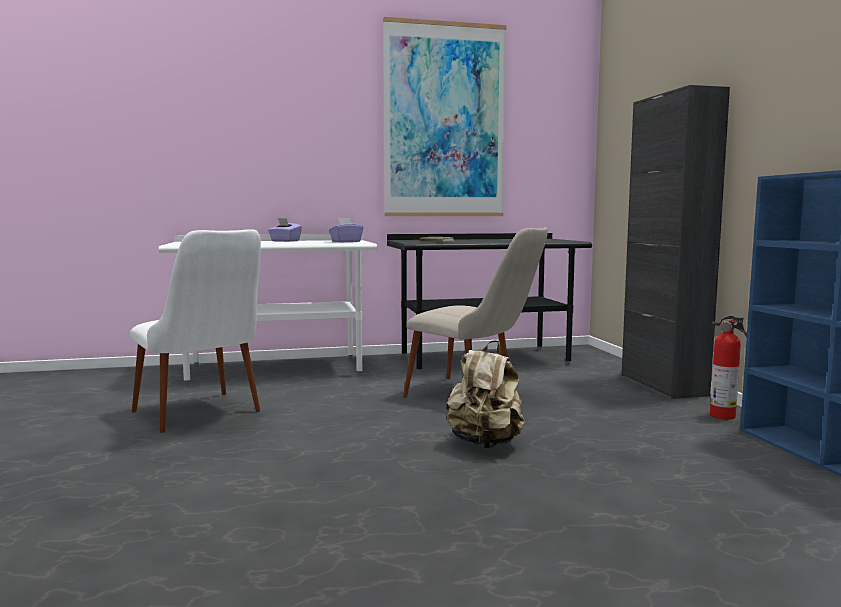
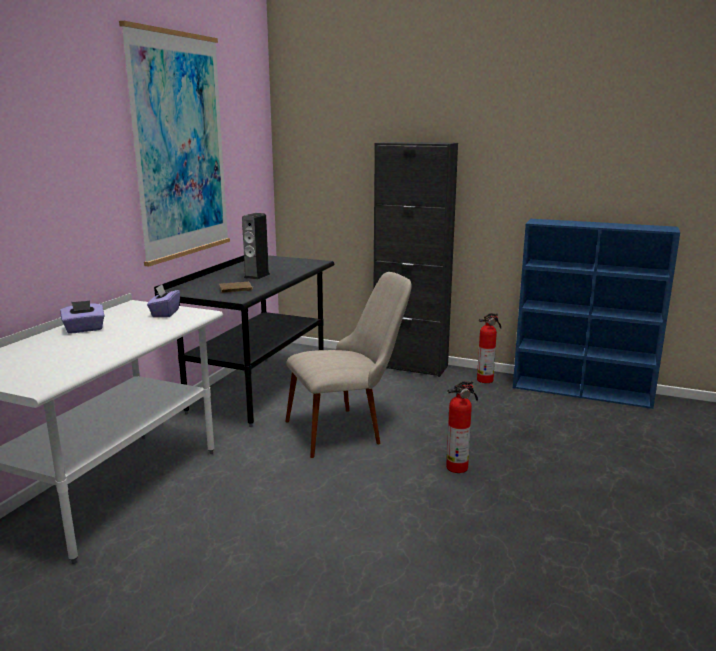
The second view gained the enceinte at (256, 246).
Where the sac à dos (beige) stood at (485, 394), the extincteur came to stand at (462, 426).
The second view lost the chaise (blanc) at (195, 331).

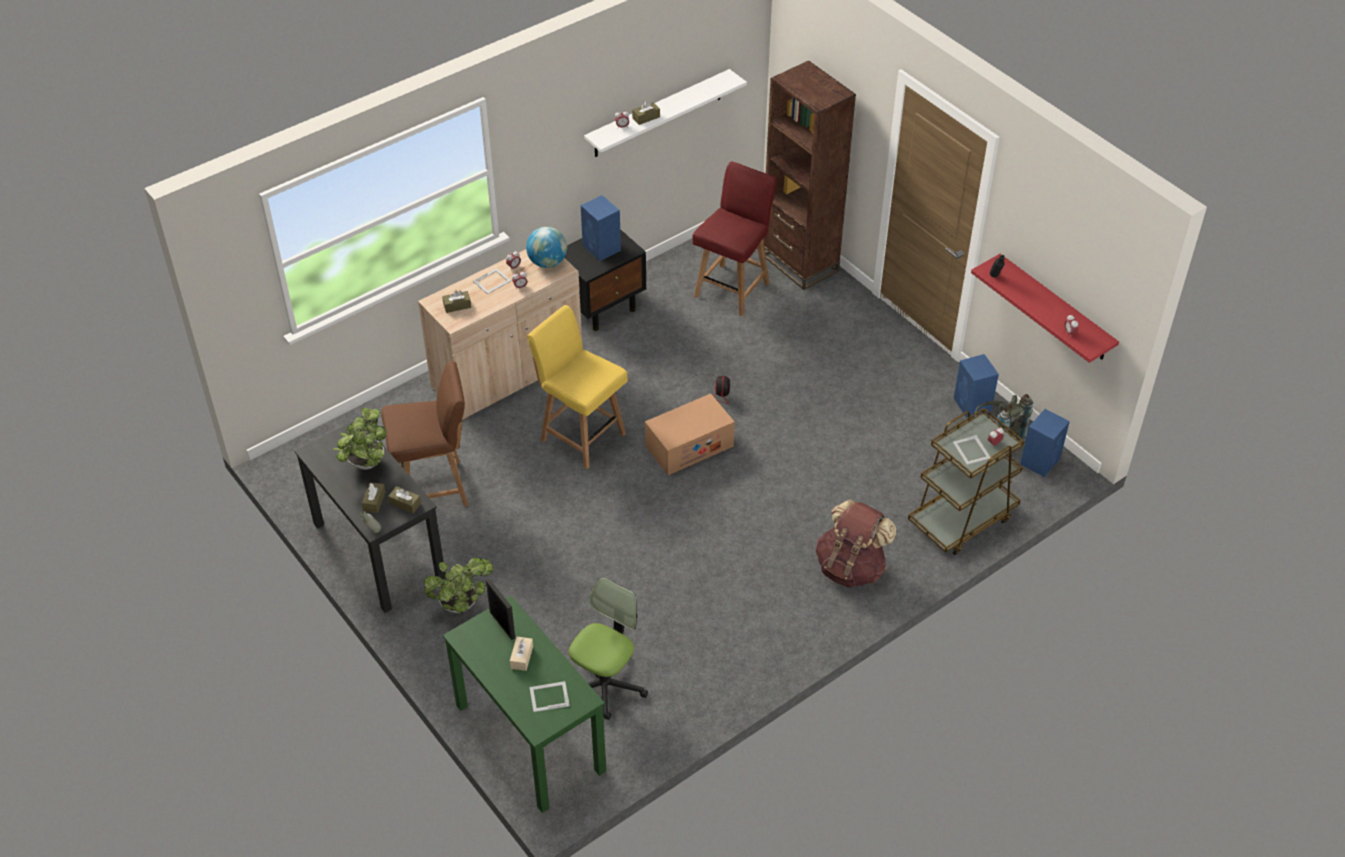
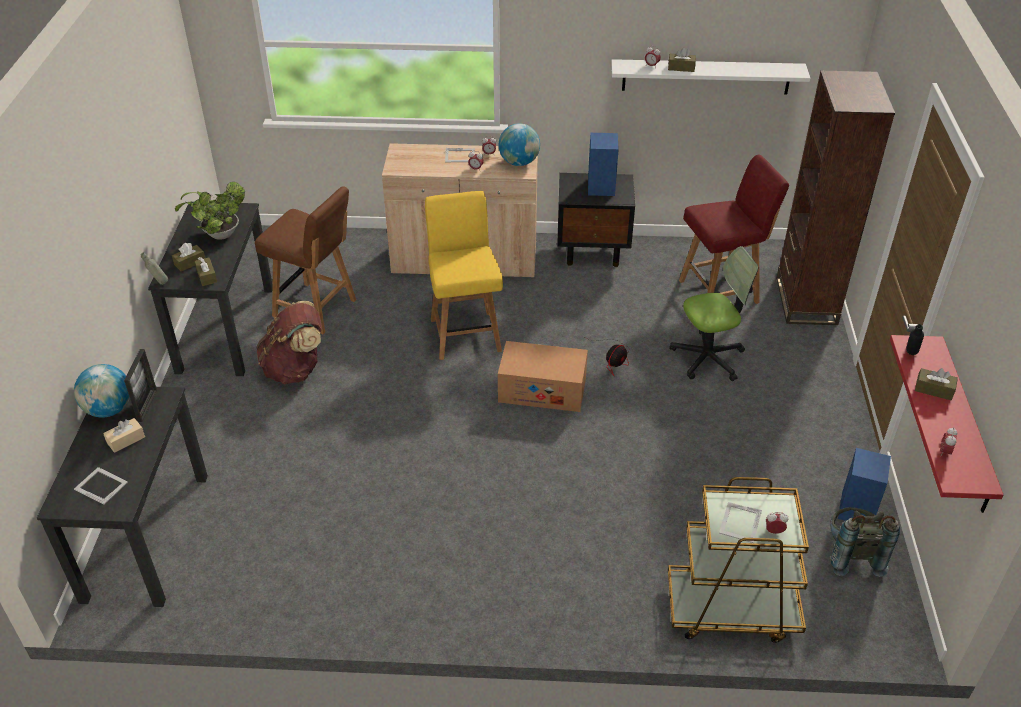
What was the bureau (vert) at (524, 704) turned into the bureau (noir) at (122, 497).
The second view gained the globe at (102, 391).
The sac à dos (marron) ended up elsewhere, having gone from (856, 543) to (289, 342).
The chaise de bureau ended up elsewhere, having gone from (608, 648) to (714, 313).
The boîte à mouchoirs (marron) ended up elsewhere, having gone from (456, 301) to (936, 384).
The second view lost the plante en pot at (458, 585).
The second view lost the enceinte (bleu) at (1045, 443).

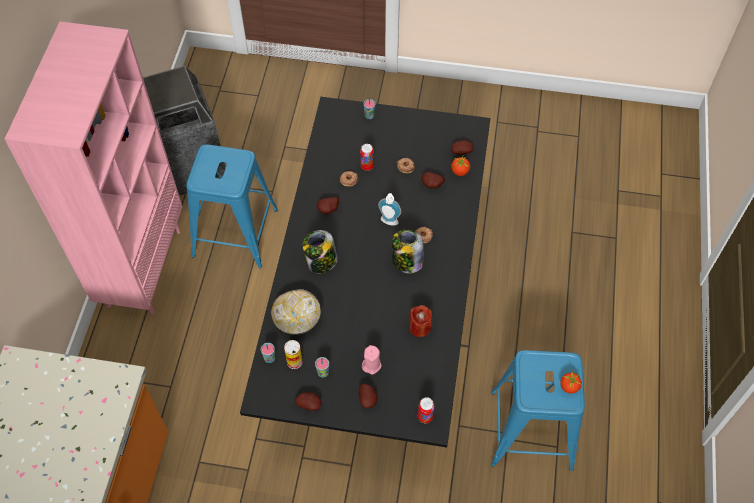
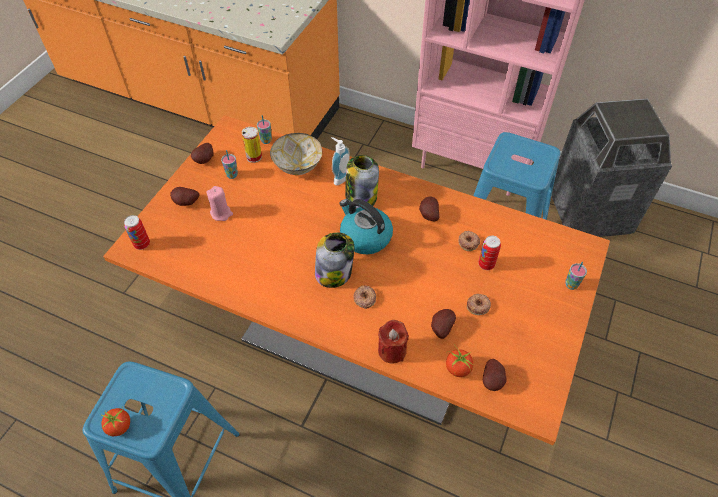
What was the table à manger (noir) at (365, 272) turned into the table à manger (orange) at (356, 280).
The distributeur de savon ended up elsewhere, having gone from (389, 209) to (340, 161).
The second view gained the bouilloire at (366, 226).
The bougie (rouge) ended up elsewhere, having gone from (420, 321) to (393, 342).

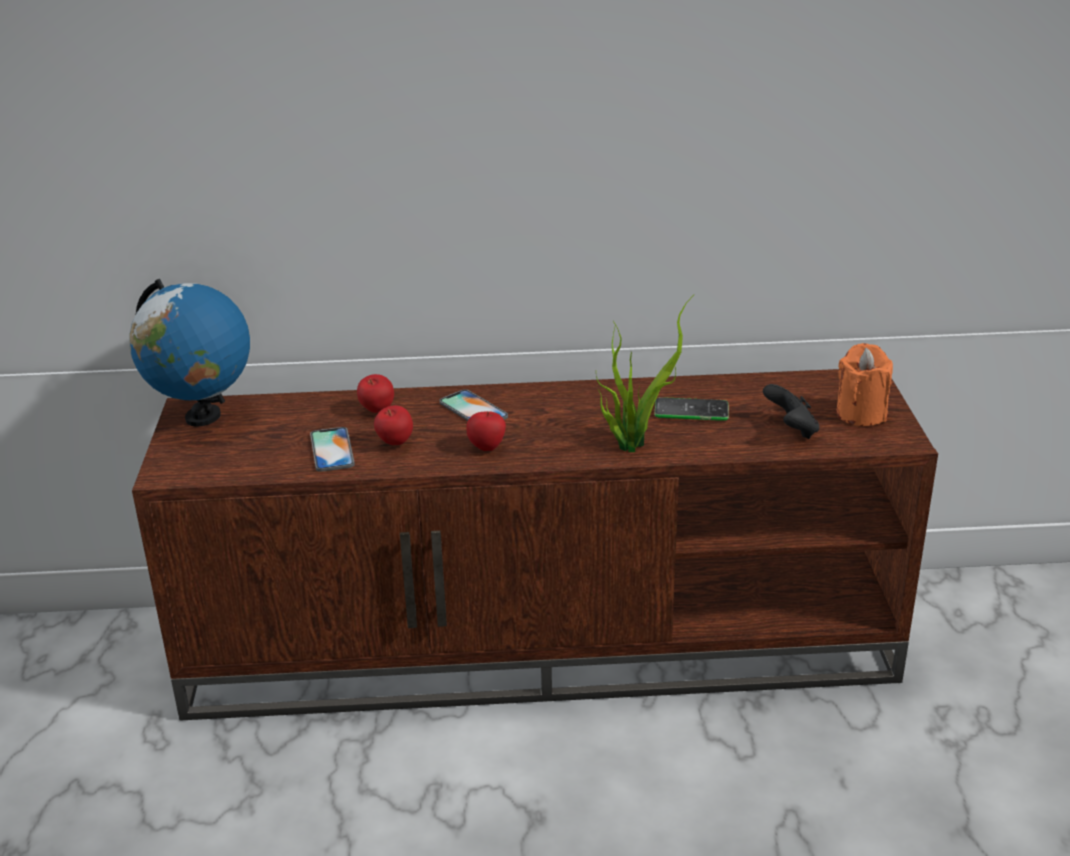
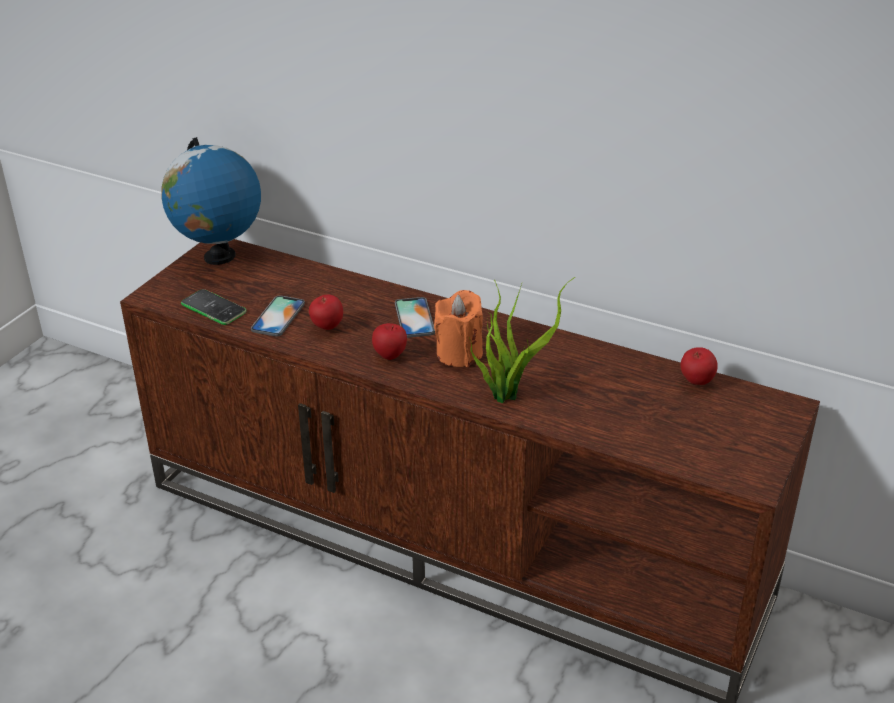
The téléphone ended up elsewhere, having gone from (691, 409) to (214, 307).
The bougie (orange) ended up elsewhere, having gone from (864, 384) to (458, 328).
The pomme ended up elsewhere, having gone from (375, 393) to (699, 366).
The second view lost the manette (noir) at (791, 411).

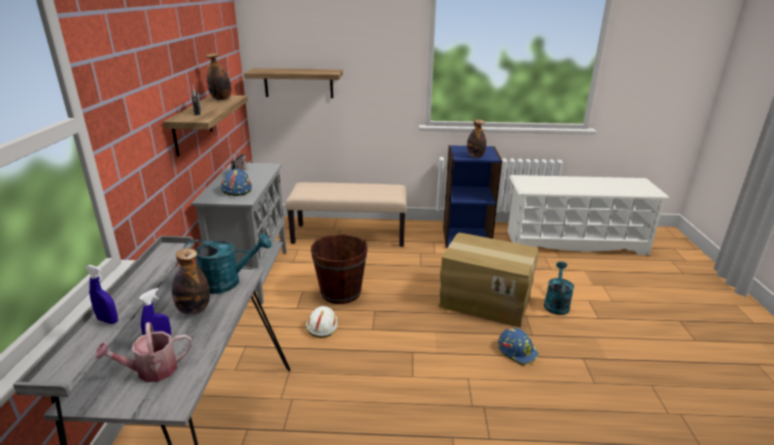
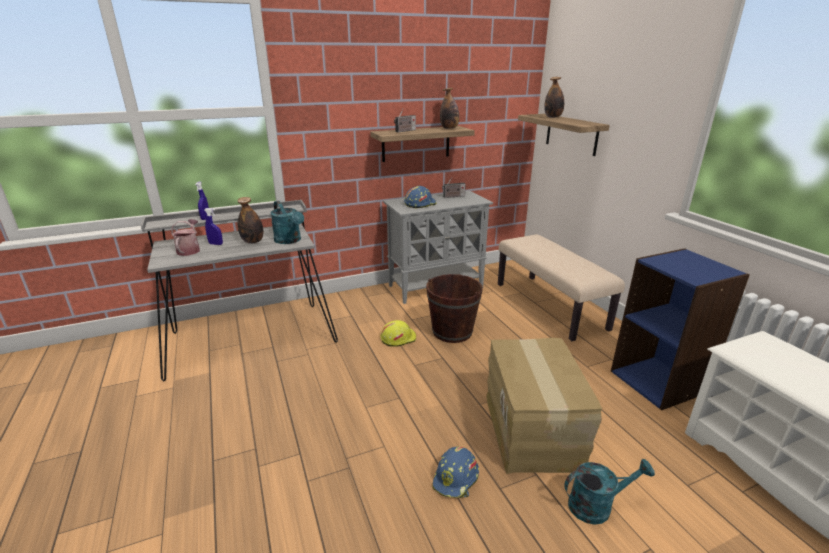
The arrosoir at (143, 352) ended up facing another way, 45 degrees clockwise from before.
What was the casque de chantier (blanc) at (322, 322) turned into the casque de chantier (jaune) at (398, 333).
The bouteille ended up elsewhere, having gone from (476, 138) to (554, 97).

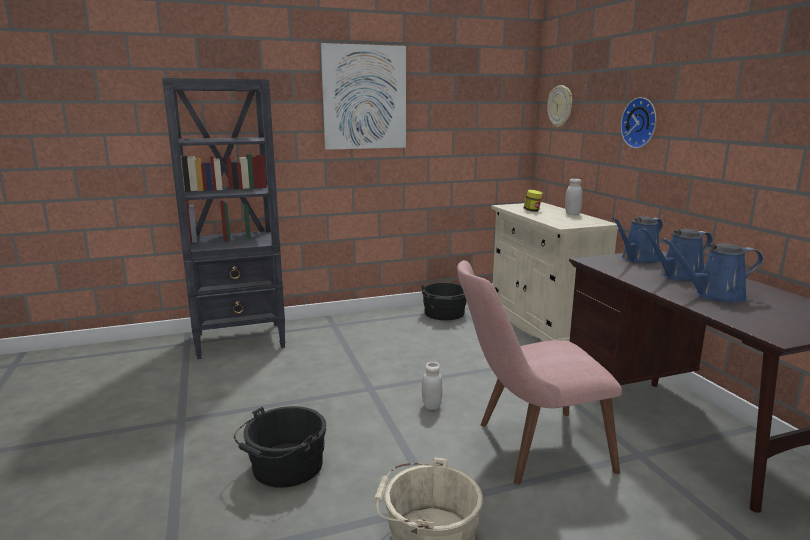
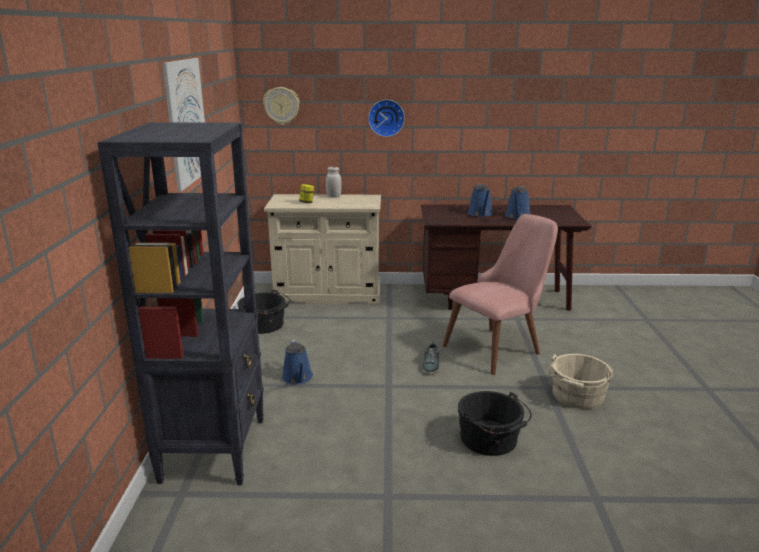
The arrosoir (bleu) ended up elsewhere, having gone from (637, 239) to (297, 361).
Where the bocal (blanc) stood at (432, 386), the chaussure came to stand at (431, 358).
The chaise (rose) at (539, 372) ended up facing another way, 135 degrees counterclockwise from before.

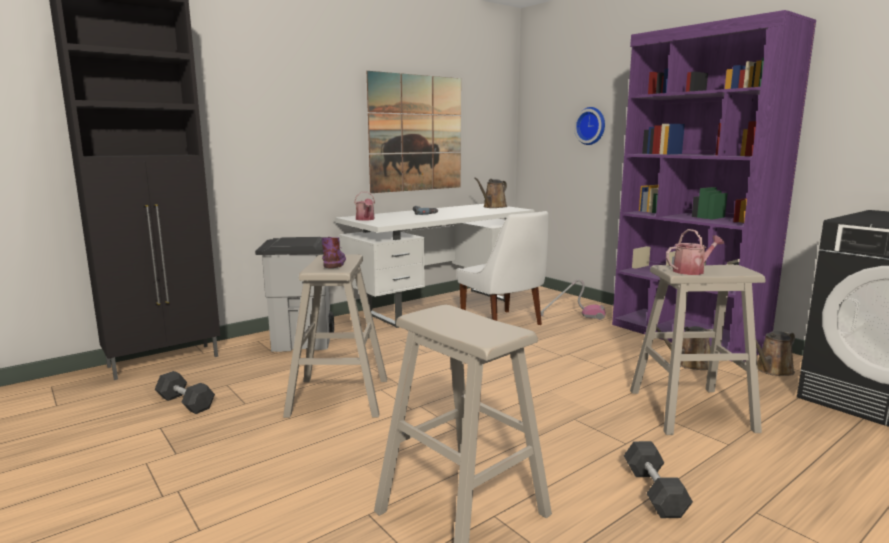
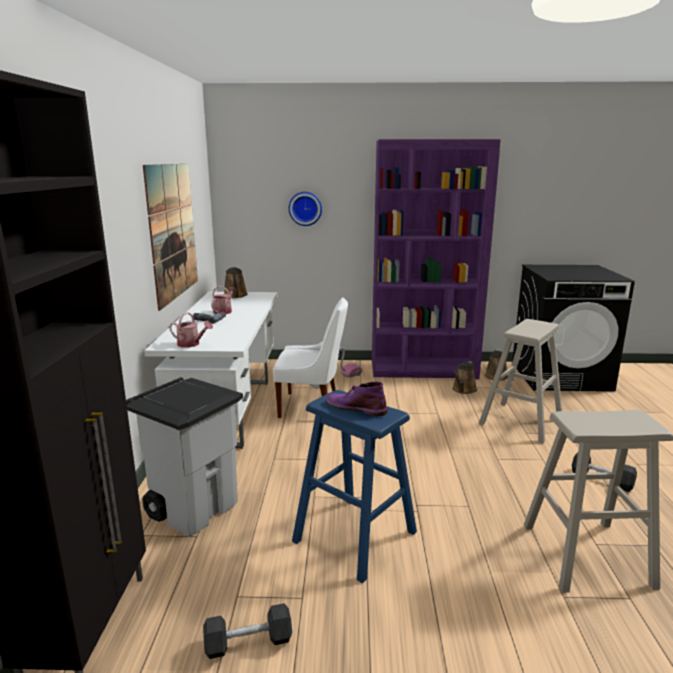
The arrosoir ended up elsewhere, having gone from (695, 252) to (223, 300).
What was the tabouret (beige) at (335, 336) turned into the tabouret (bleu) at (354, 486).

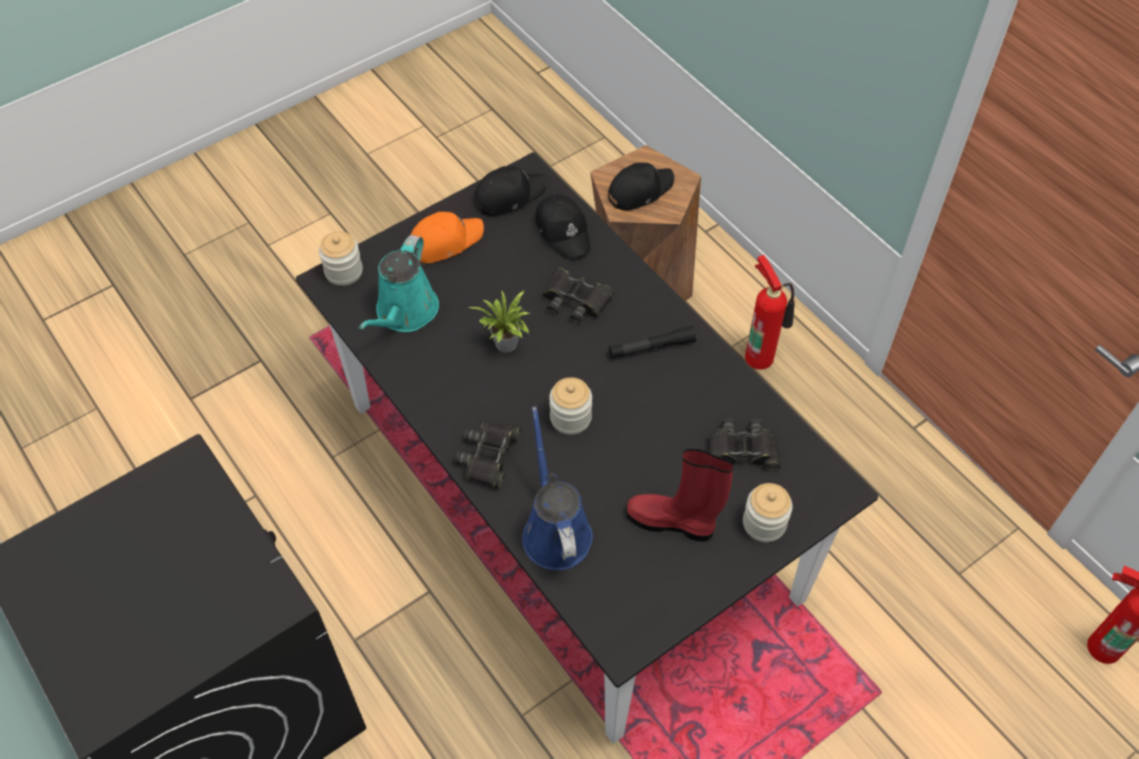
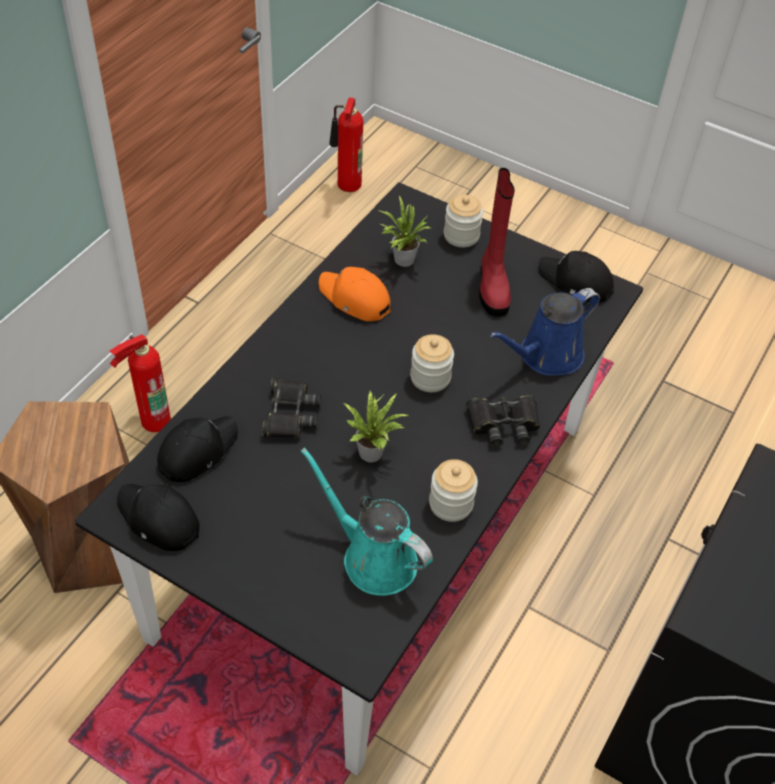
The arrosoir (turquoise) at (399, 283) ended up facing another way, 135 degrees counterclockwise from before.
The casquette (orange) ended up elsewhere, having gone from (447, 237) to (355, 294).
Where the jumelles (noir) stood at (745, 445), the plante en pot came to stand at (404, 231).
The bocal ended up elsewhere, having gone from (341, 258) to (453, 490).
The casquette (noir) ended up elsewhere, having gone from (641, 187) to (576, 277).
The second view lost the lampe de poche (noir) at (653, 342).

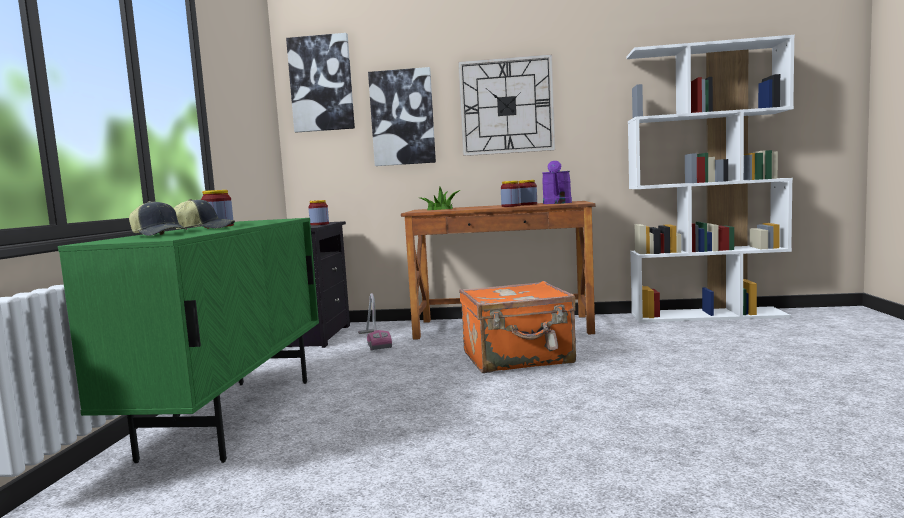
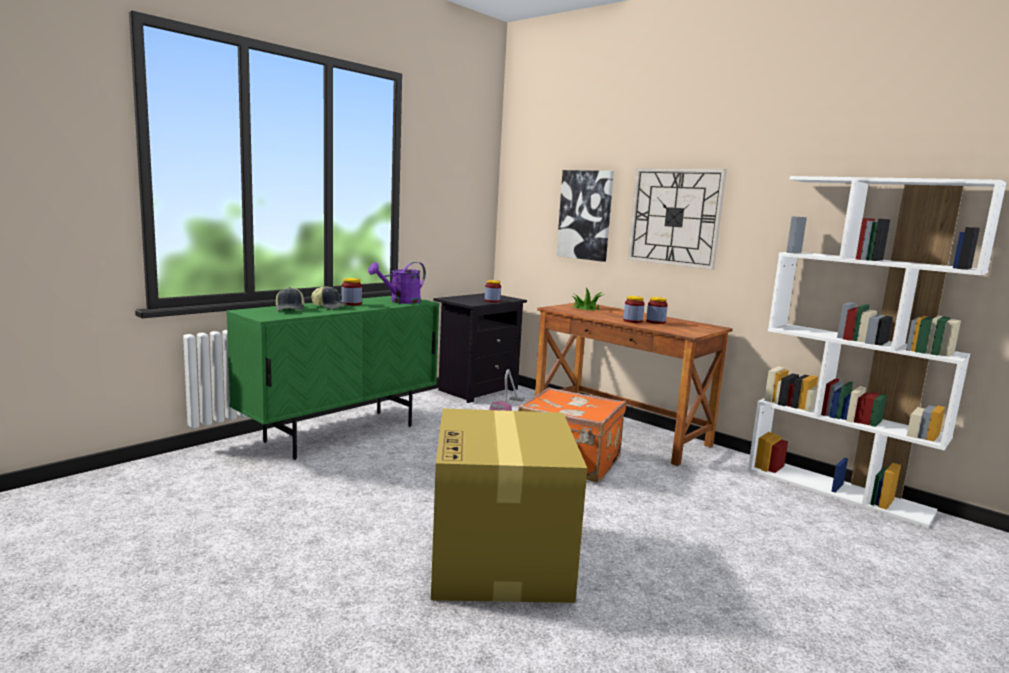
The arrosoir (violet) ended up elsewhere, having gone from (557, 182) to (397, 283).
The second view gained the carton at (509, 505).
The second view lost the tableau at (320, 83).

